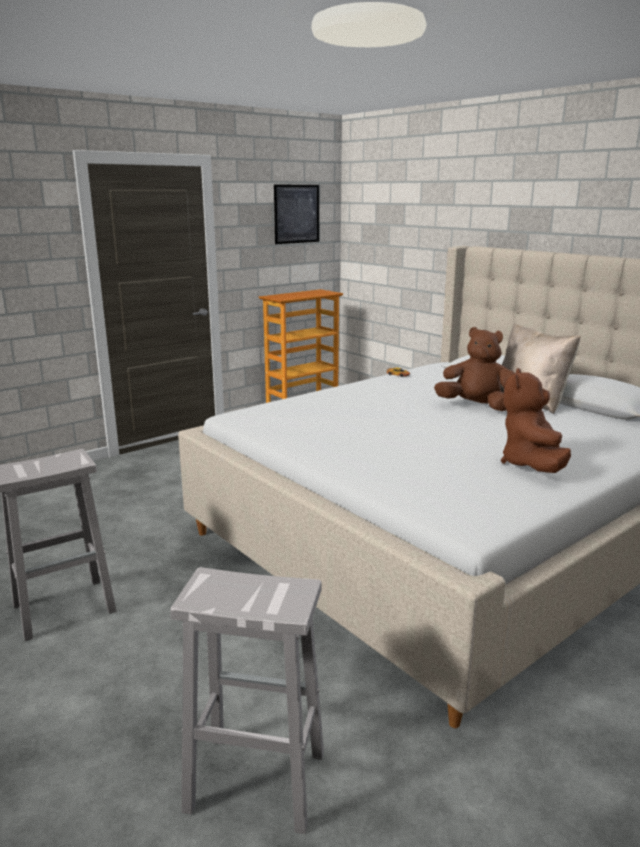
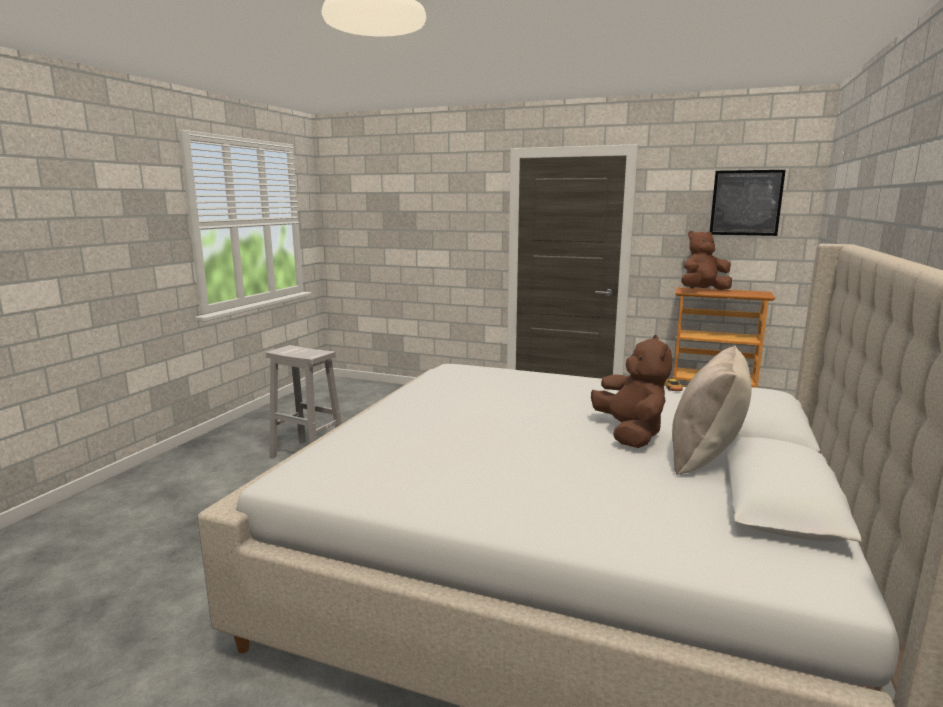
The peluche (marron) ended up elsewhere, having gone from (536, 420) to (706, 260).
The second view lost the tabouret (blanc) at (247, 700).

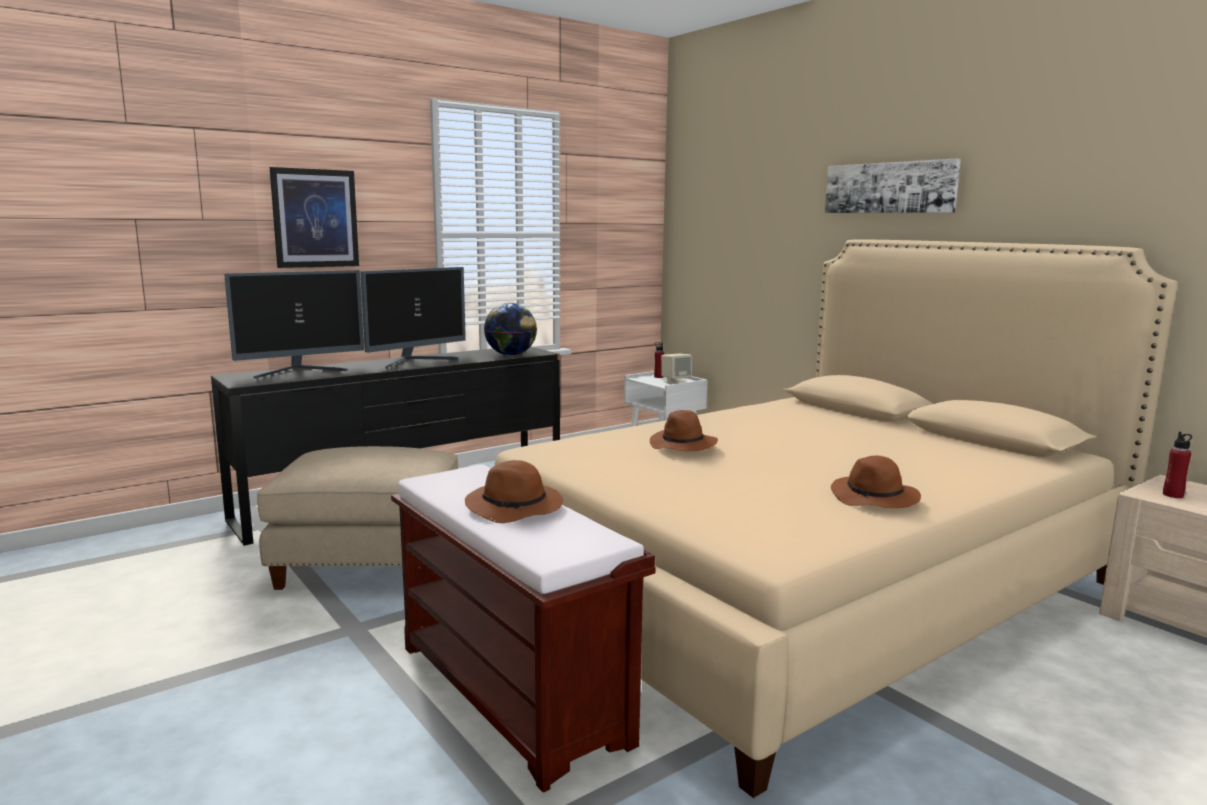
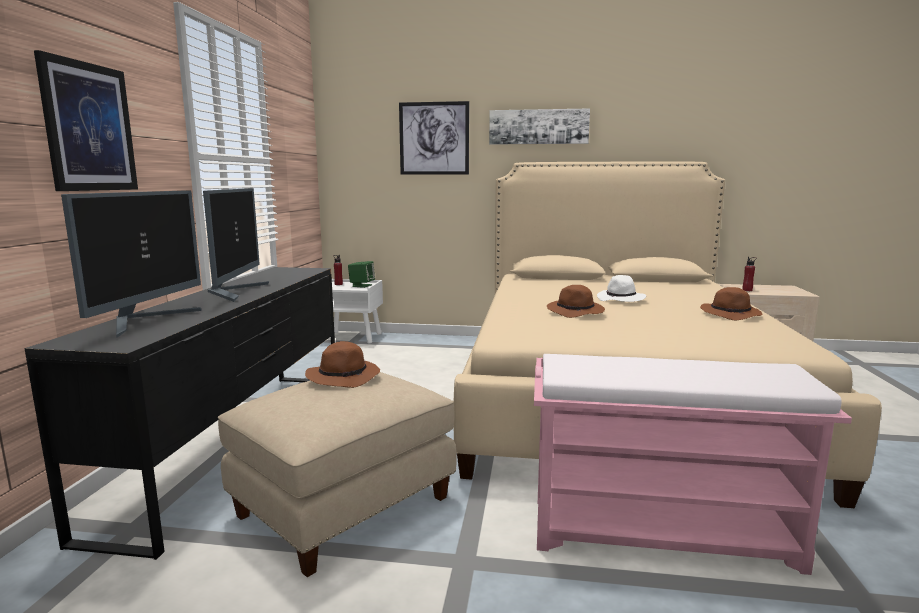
The chapeau (marron) ended up elsewhere, having gone from (514, 491) to (342, 364).
What was the enceinte (beige) at (676, 369) turned into the enceinte (vert) at (361, 274).
The second view gained the tableau at (434, 138).
What was the banc (marron) at (523, 628) turned into the banc (rose) at (693, 464).
The second view gained the chapeau (blanc) at (621, 288).
The second view lost the globe at (510, 329).

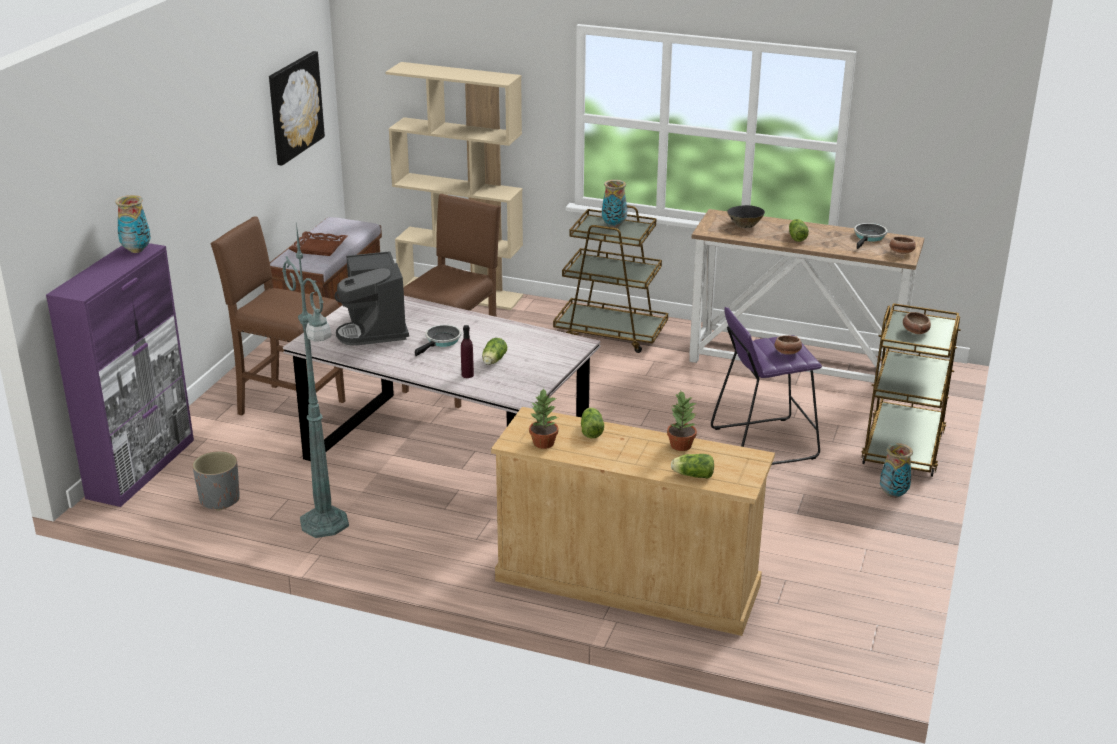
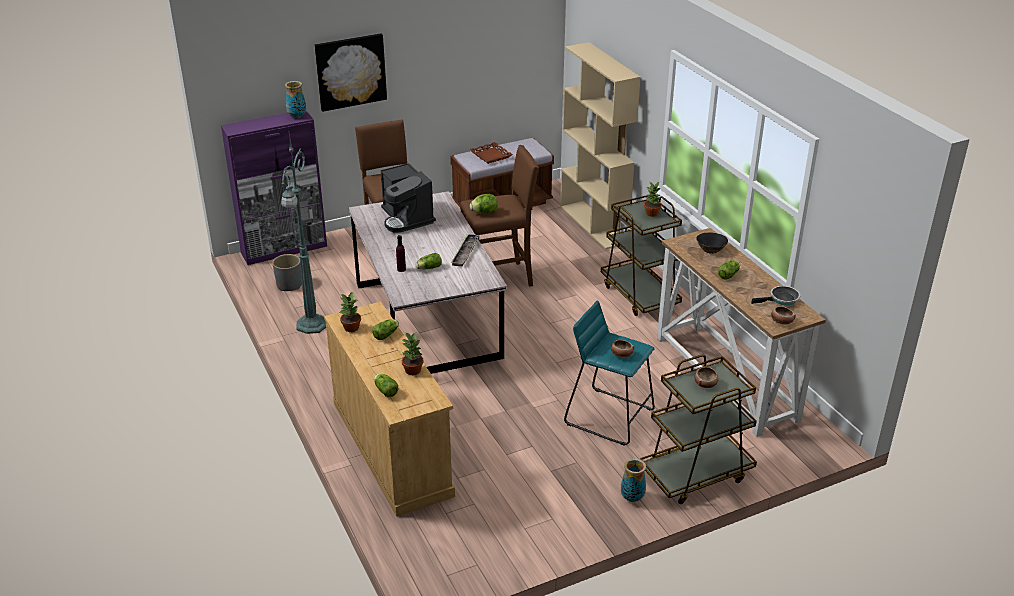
The tableau ended up elsewhere, having gone from (297, 108) to (351, 72).
The machine à café at (371, 298) ended up facing another way, 60 degrees counterclockwise from before.
The second view gained the plateau at (465, 250).
The second view gained the laitue at (484, 204).
What was the tabouret (violet) at (766, 386) turned into the tabouret (turquoise) at (609, 373).
Where the vase stood at (614, 204), the plante en pot came to stand at (653, 199).
The second view lost the poêle at (438, 340).

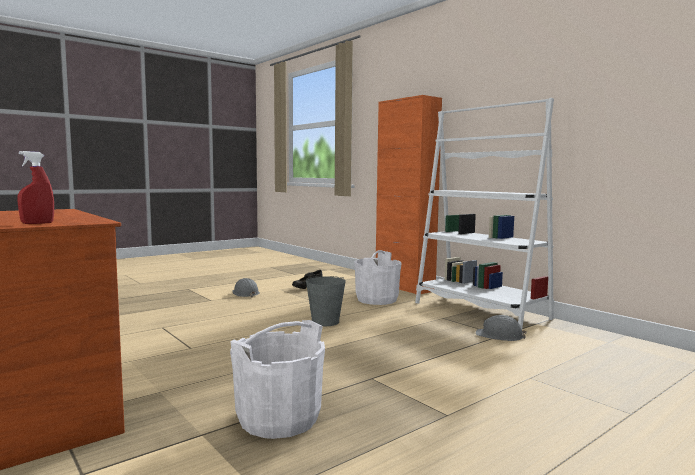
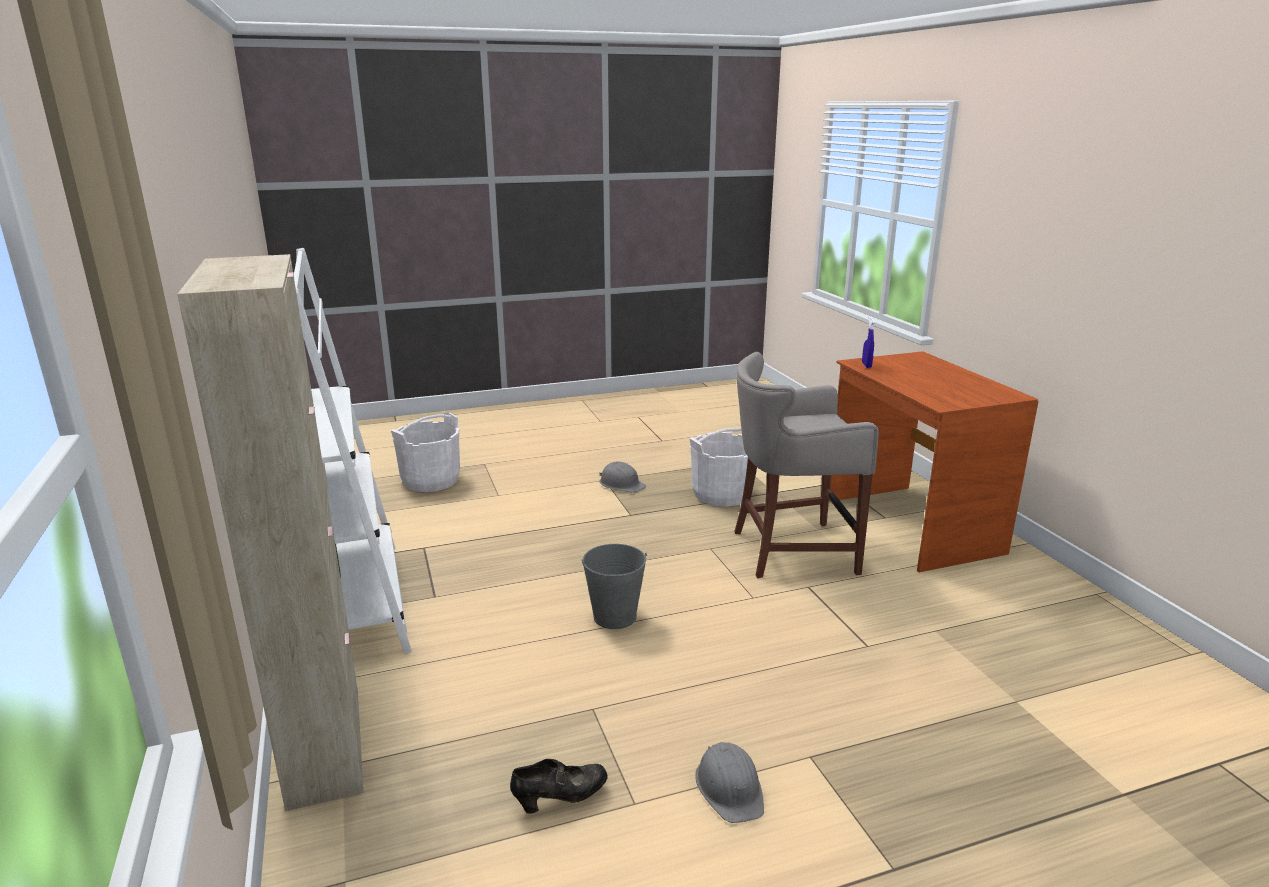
What was the meuble de rangement (orange) at (409, 194) turned into the meuble de rangement (beige) at (270, 532).
The seau (blanc) ended up elsewhere, having gone from (378, 277) to (425, 452).
The casque de chantier (gris) ended up elsewhere, having gone from (501, 328) to (622, 477).
The second view gained the tabouret (gris) at (806, 465).
The second view gained the vaporisateur (bleu) at (868, 342).
The second view lost the vaporisateur (rouge) at (35, 187).

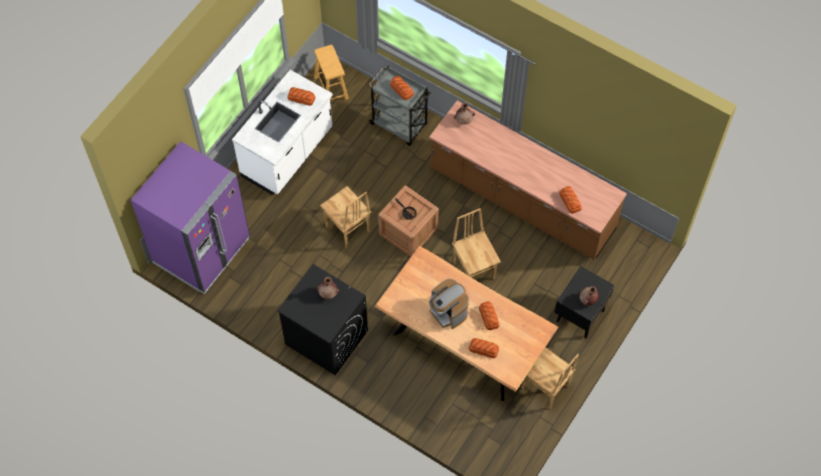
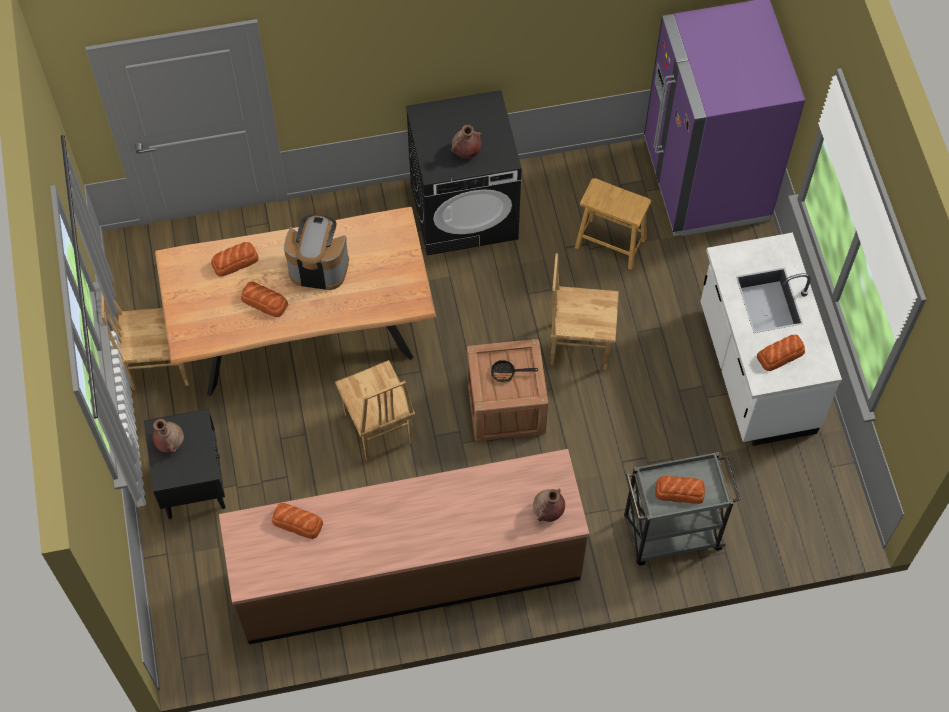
The chaise (marron) at (476, 243) ended up facing another way, 45 degrees clockwise from before.
The tabouret (marron) ended up elsewhere, having gone from (331, 72) to (613, 224).

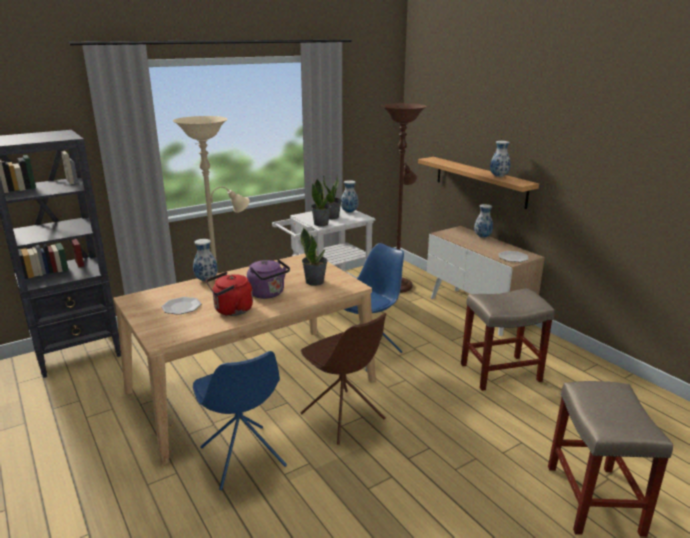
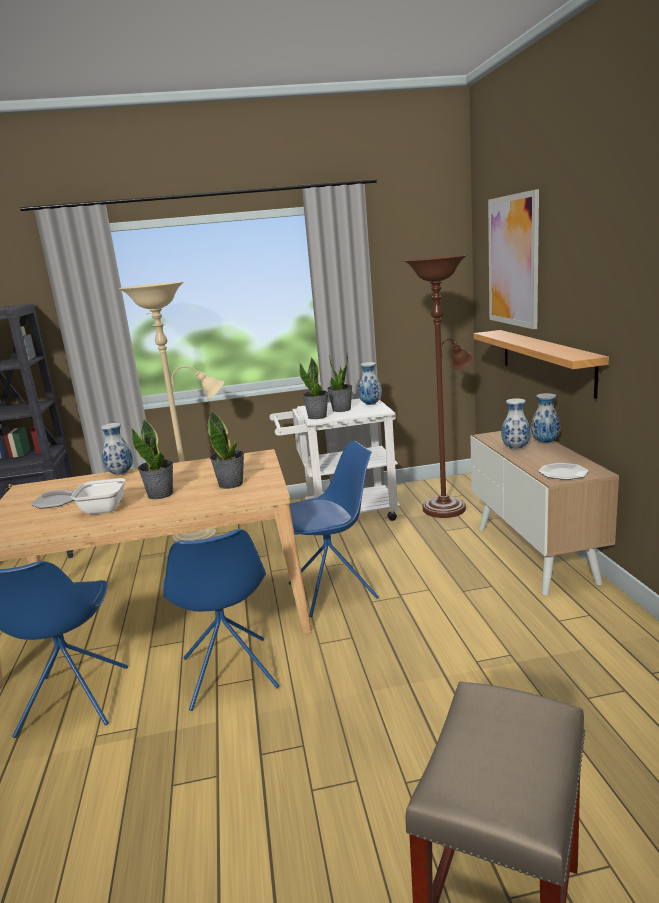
Where the bouilloire (rouge) stood at (229, 294), the poêle came to stand at (83, 496).
Where the bouilloire (violet) stood at (268, 279), the plante en pot came to stand at (152, 459).
What was the chaise (marron) at (343, 379) turned into the chaise (bleu) at (221, 620).
The second view gained the tableau at (513, 259).
The vase ended up elsewhere, having gone from (500, 159) to (515, 424).
The second view lost the tabouret (beige) at (508, 339).

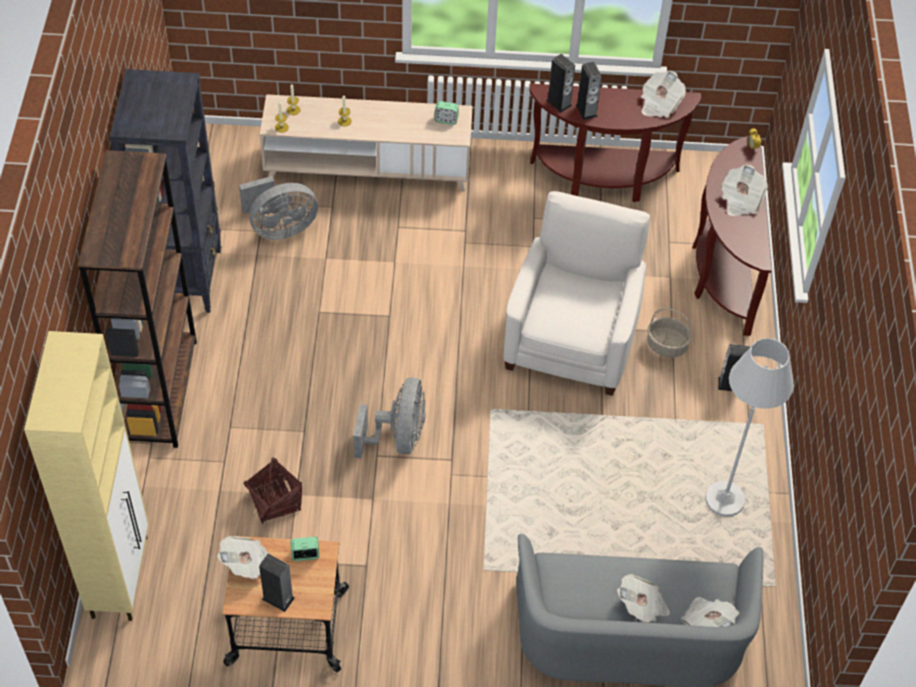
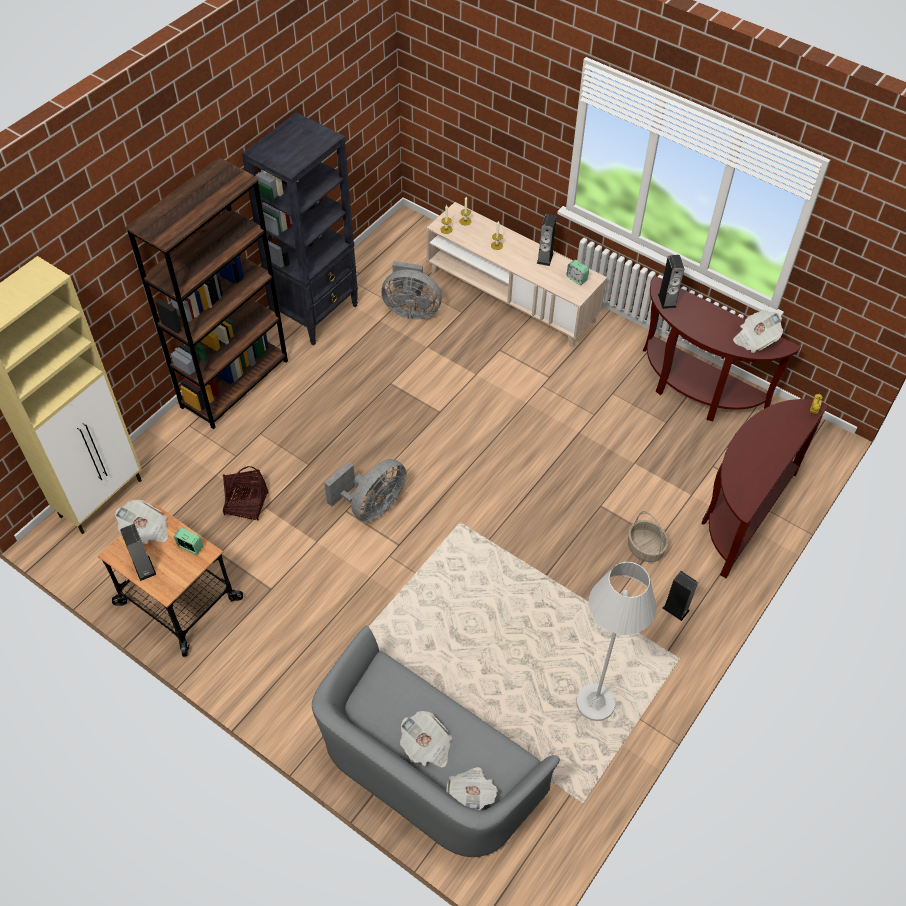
The enceinte ended up elsewhere, having gone from (589, 91) to (547, 240).
The second view lost the fauteuil (blanc) at (576, 293).
The second view lost the journal at (744, 190).

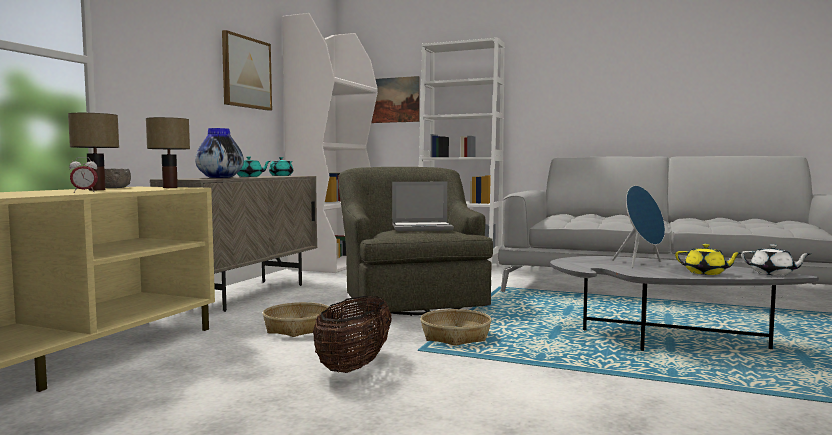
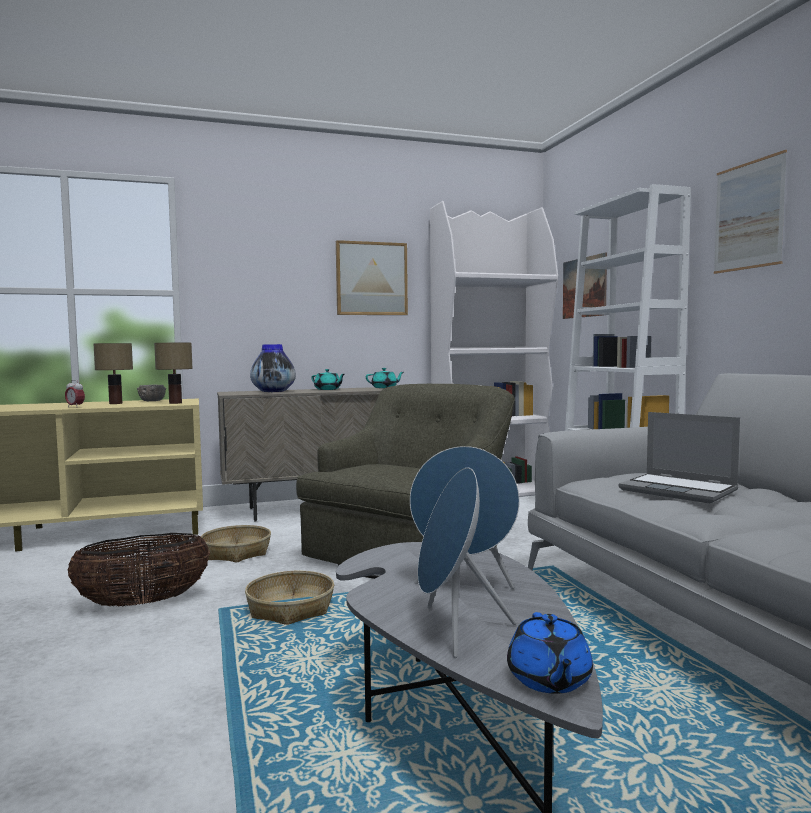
Where the théière (jaune) stood at (708, 259), the enceinte (bleu) came to stand at (467, 563).
What was the théière (blanc) at (775, 260) turned into the théière (bleu) at (550, 653).
The ordinateur portable ended up elsewhere, having gone from (423, 206) to (679, 457).
The second view gained the tableau at (750, 212).

